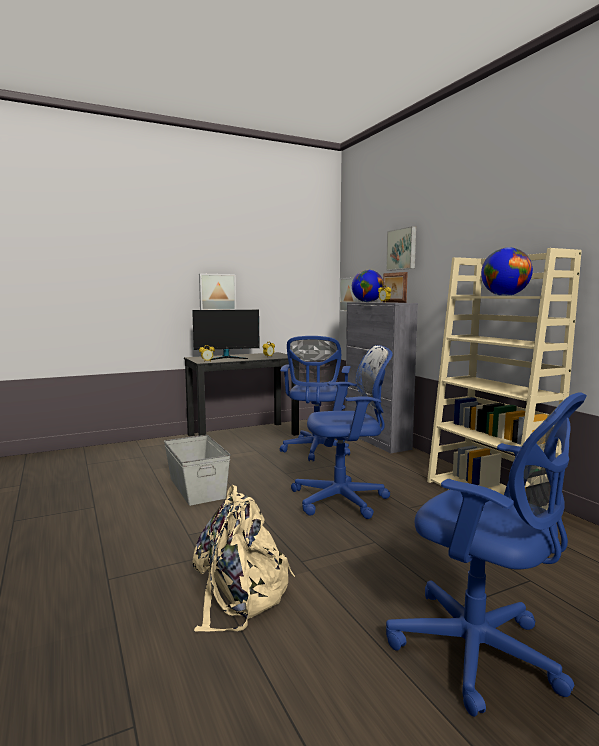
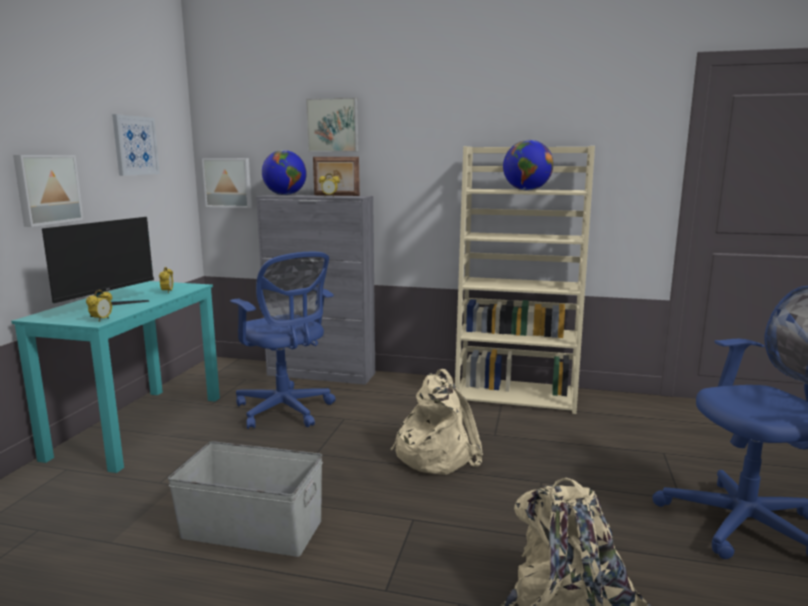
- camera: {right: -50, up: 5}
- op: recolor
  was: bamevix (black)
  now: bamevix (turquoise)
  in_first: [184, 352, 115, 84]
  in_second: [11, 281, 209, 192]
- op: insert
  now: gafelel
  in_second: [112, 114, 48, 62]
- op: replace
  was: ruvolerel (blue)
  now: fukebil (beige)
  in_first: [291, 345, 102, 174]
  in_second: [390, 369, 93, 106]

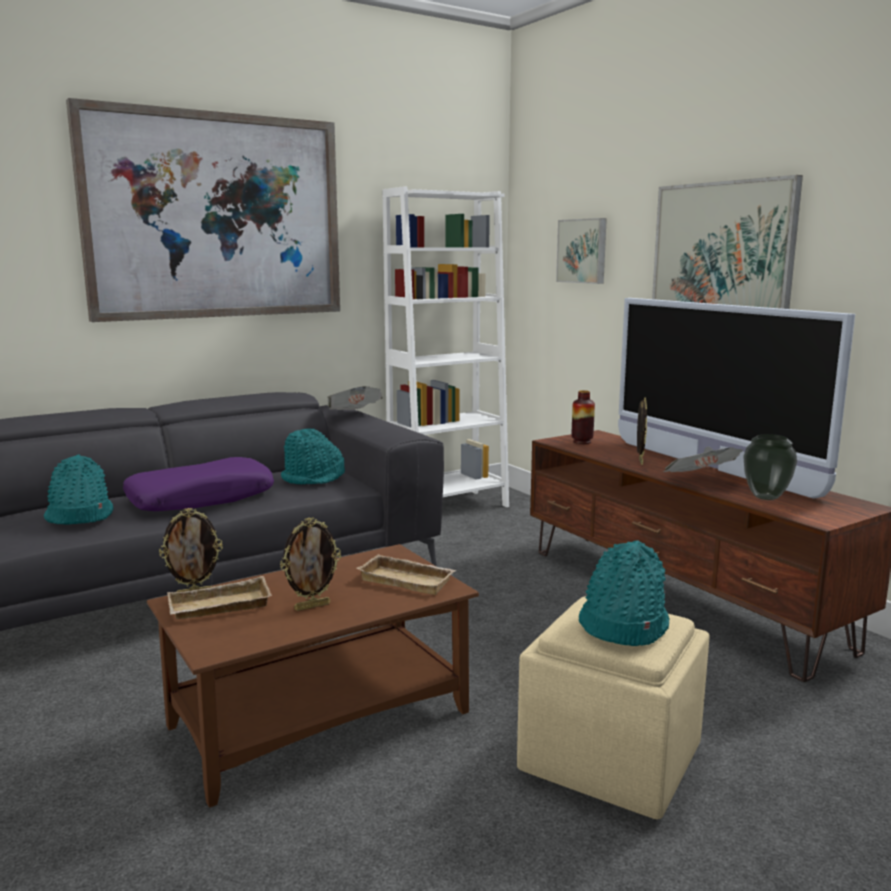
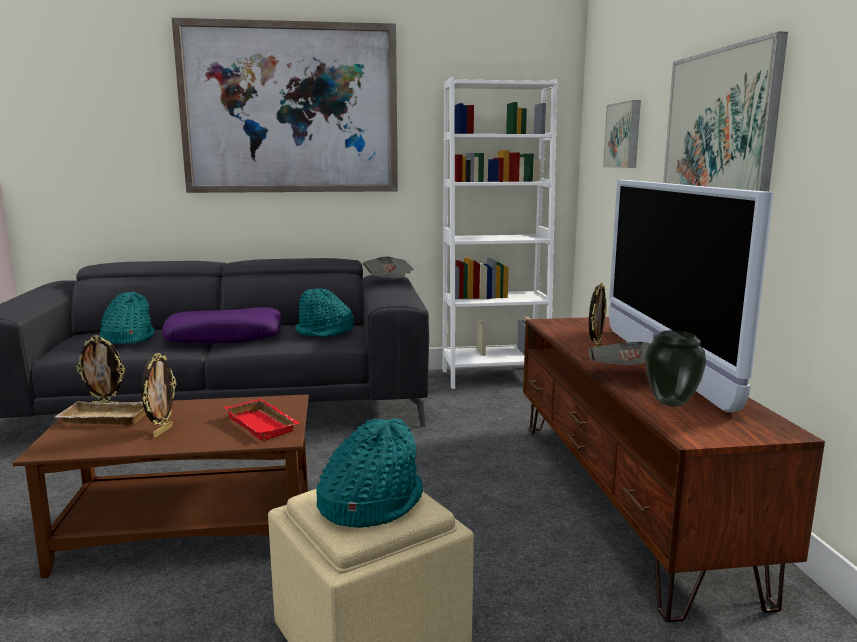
- camera: {right: 25, up: 0}
- op: rotate
  was: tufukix
  in_first: [280, 517, 61, 94]
  in_second: [141, 353, 35, 85]
  clockwise: -75
- op: recolor
  was: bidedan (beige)
  now: bidedan (red)
  in_first: [356, 554, 100, 41]
  in_second: [224, 399, 76, 42]
- op: delete
  was: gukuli
  in_first: [572, 390, 23, 54]

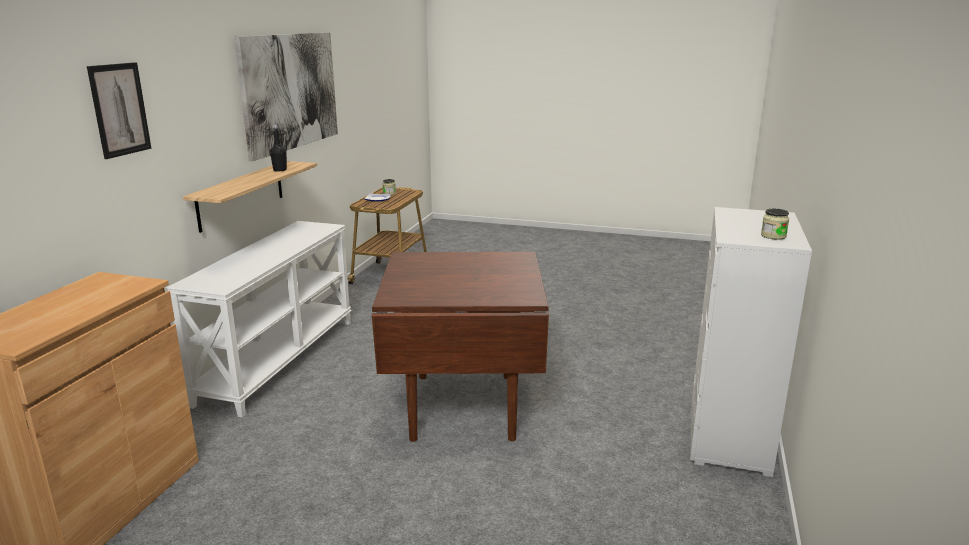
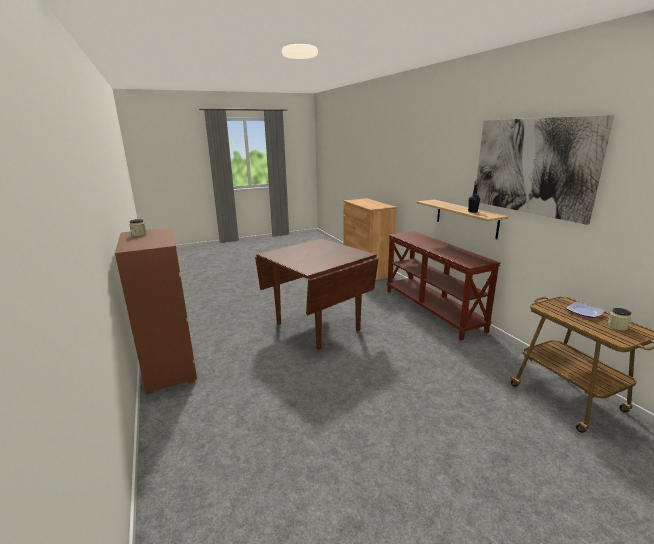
- camera: {right: 140, up: 0}
- op: recolor
  was: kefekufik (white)
  now: kefekufik (brown)
  in_first: [690, 207, 122, 270]
  in_second: [115, 227, 82, 167]
- op: recolor
  was: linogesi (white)
  now: linogesi (brown)
  in_first: [166, 221, 185, 197]
  in_second: [387, 231, 113, 110]
- op: delete
  was: gafelel
  in_first: [87, 62, 64, 97]

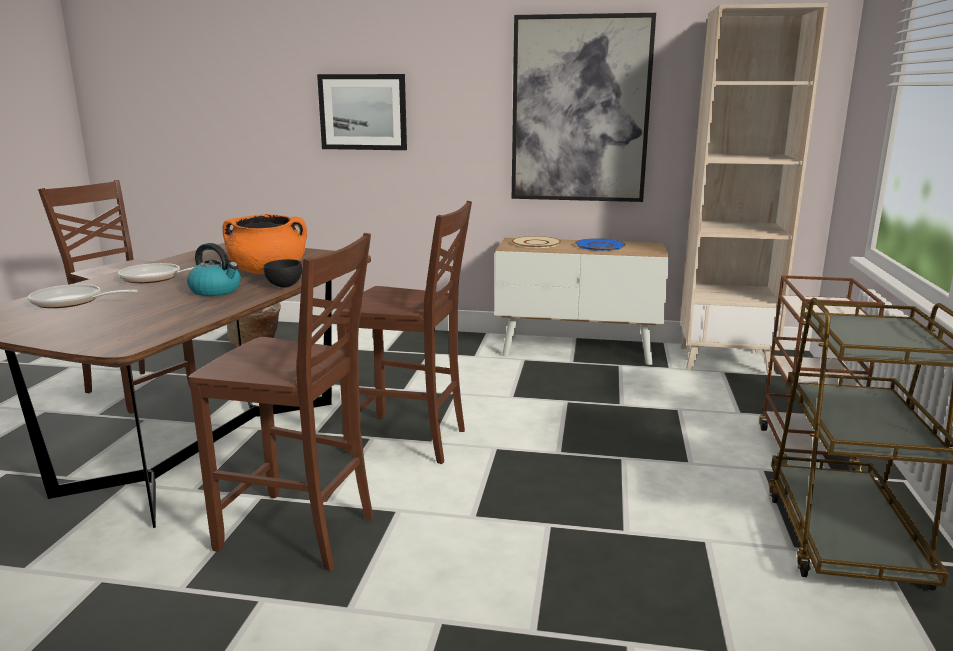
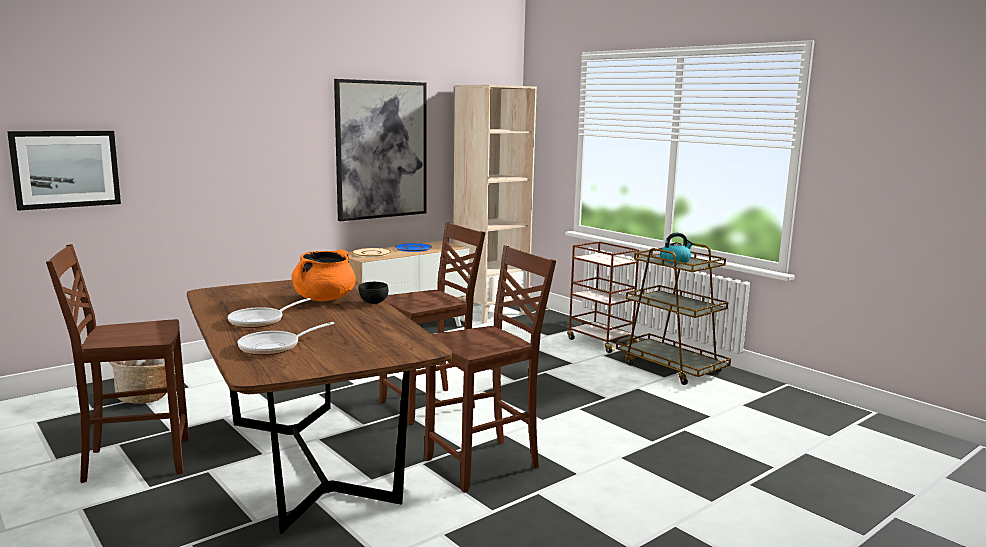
- camera: {right: -50, up: -5}
- op: move
  was: gafelel
  in_first: [317, 74, 90, 76]
  in_second: [7, 131, 114, 80]
- op: move
  was: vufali
  in_first: [187, 243, 54, 53]
  in_second: [660, 233, 33, 31]

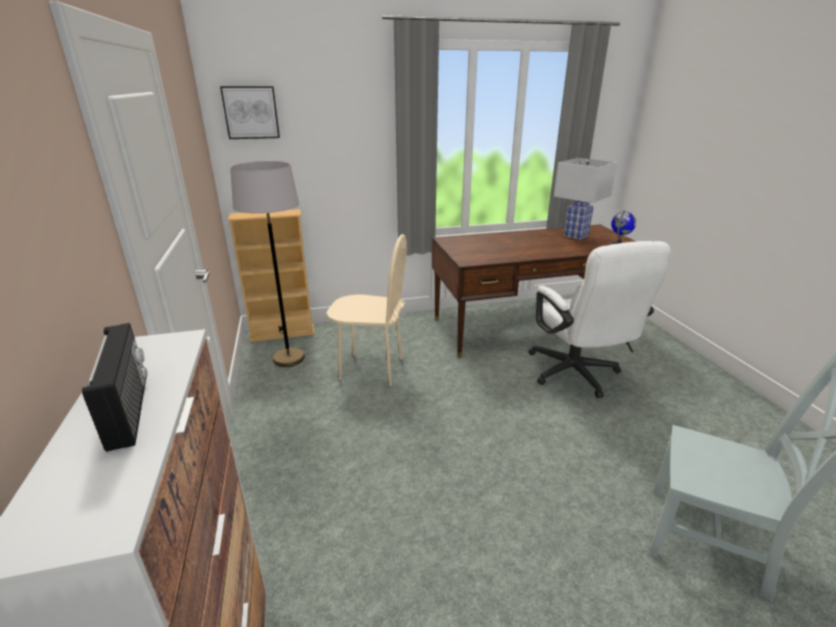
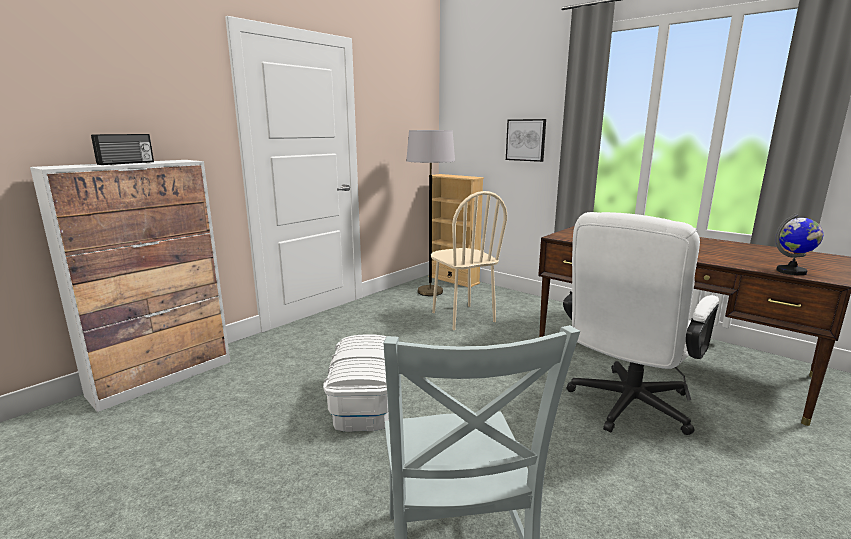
- camera: {right: 55, up: -10}
- op: insert
  now: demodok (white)
  in_second: [323, 334, 66, 98]
- op: move
  was: gafelel
  in_first: [220, 86, 60, 53]
  in_second: [506, 119, 40, 43]
- op: delete
  was: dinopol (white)
  in_first: [554, 158, 63, 82]

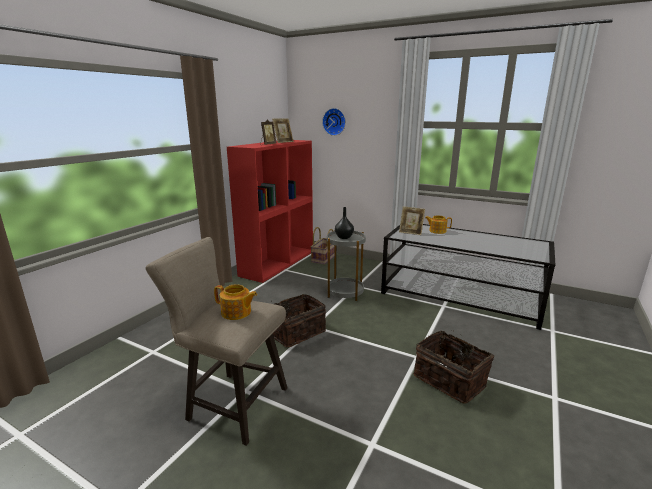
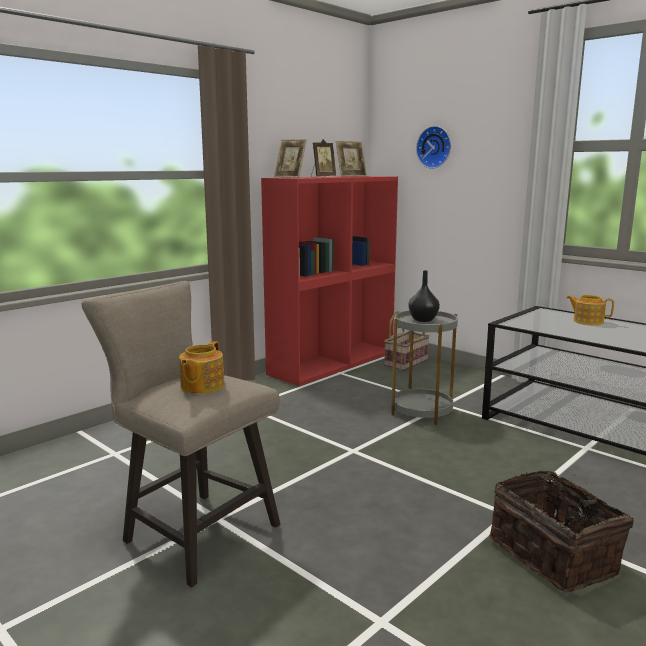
- camera: {right: 15, up: -5}
- op: rotate
  was: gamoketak
  in_first: [214, 284, 43, 36]
  in_second: [179, 341, 46, 53]
  clockwise: 75
- op: move
  was: tufukix
  in_first: [399, 206, 26, 29]
  in_second: [274, 139, 33, 39]
- op: delete
  was: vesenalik
  in_first: [271, 294, 55, 53]

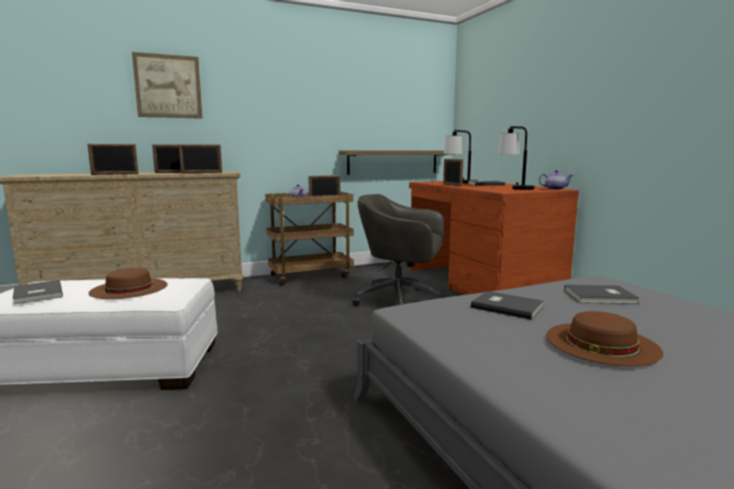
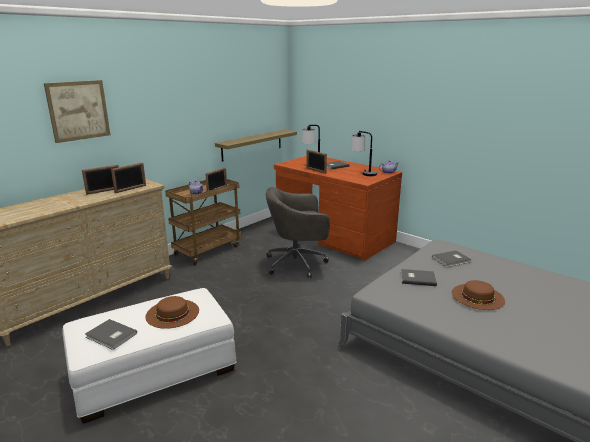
- camera: {right: -25, up: 10}
- op: delete
  was: tufukix
  in_first: [88, 144, 51, 31]

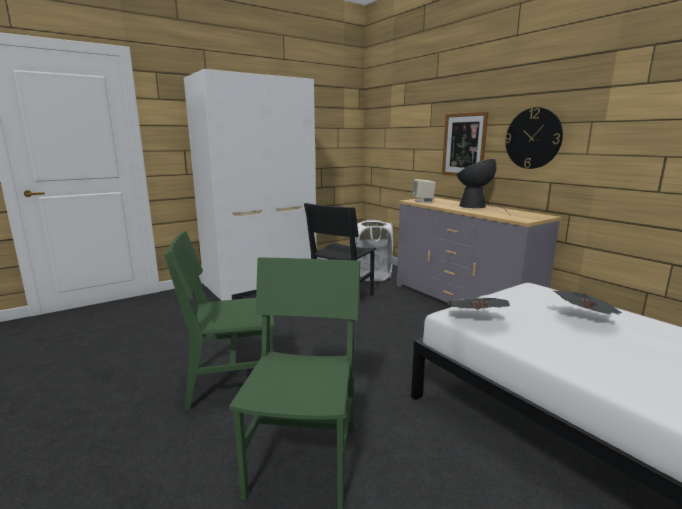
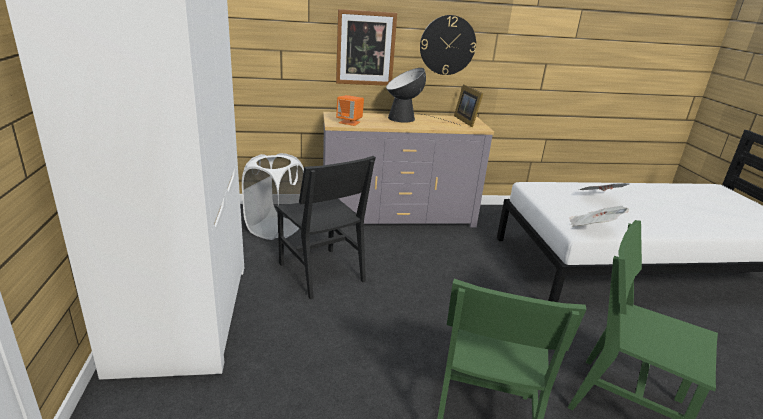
- camera: {right: -65, up: 10}
- op: recolor
  was: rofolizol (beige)
  now: rofolizol (orange)
  in_first: [412, 179, 24, 24]
  in_second: [336, 95, 28, 31]
- op: insert
  now: tufukix
  in_second: [454, 84, 29, 43]

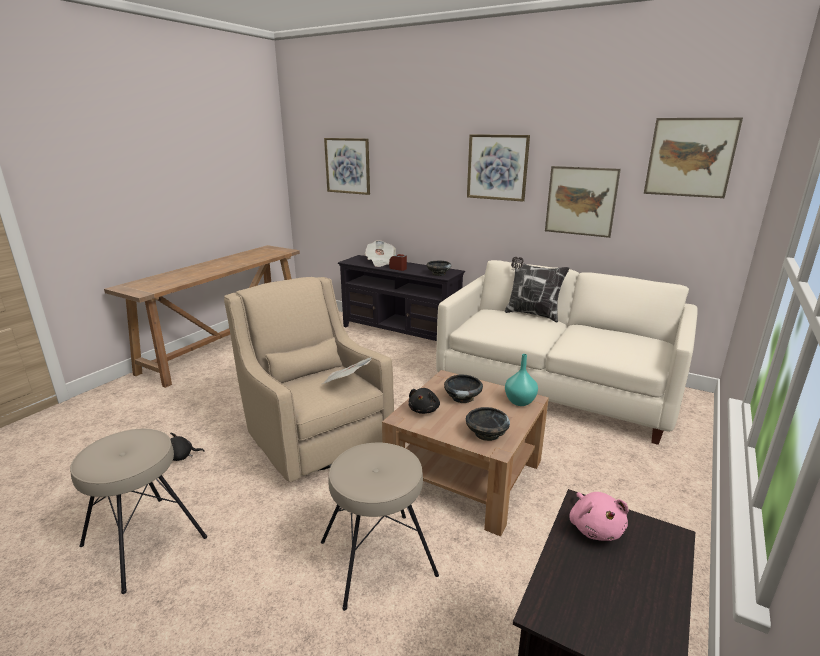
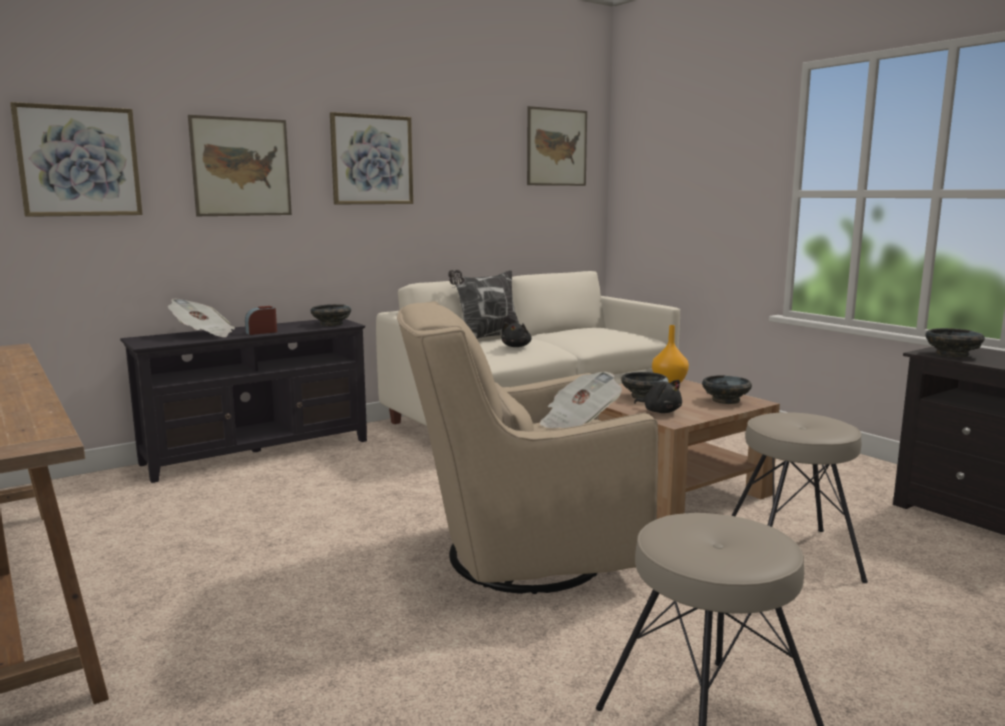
- camera: {right: -65, up: -10}
- op: move
  was: gafelel
  in_first: [545, 166, 76, 72]
  in_second: [188, 115, 104, 101]
- op: move
  was: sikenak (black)
  in_first: [170, 433, 35, 28]
  in_second: [501, 322, 31, 25]
- op: recolor
  was: gukuli (turquoise)
  now: gukuli (orange)
  in_first: [505, 354, 33, 52]
  in_second: [652, 325, 37, 58]
- op: replace
  was: sikenak (pink)
  now: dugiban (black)
  in_first: [569, 492, 60, 49]
  in_second: [925, 328, 60, 29]

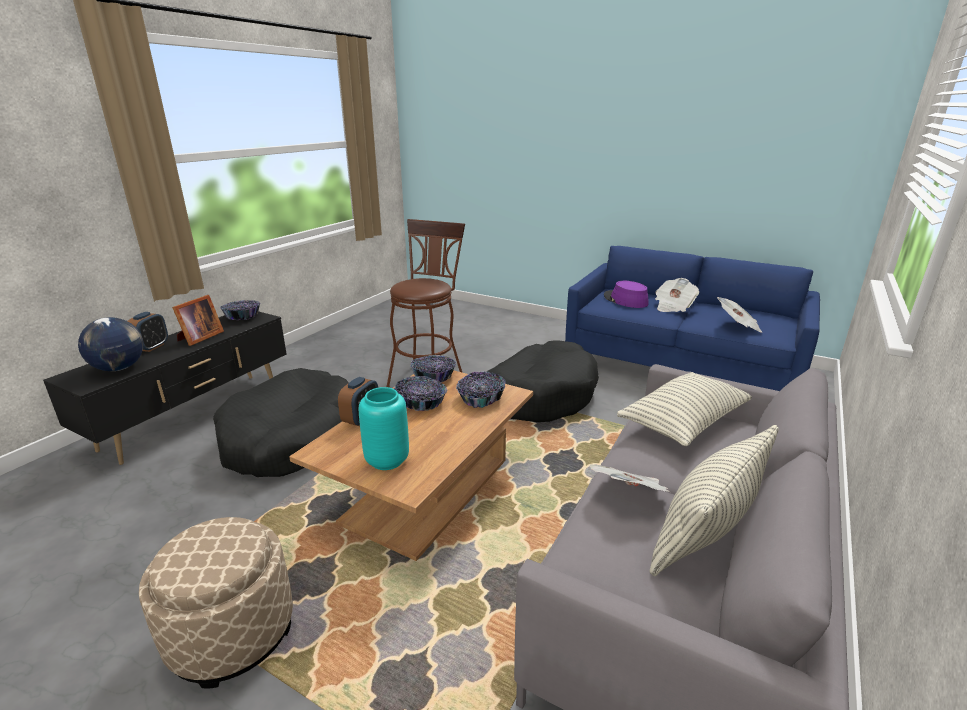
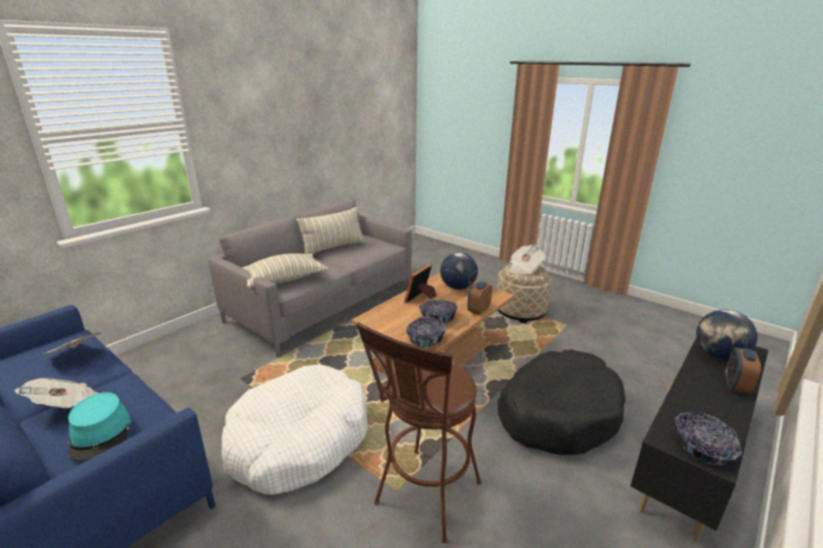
- camera: {right: -170, up: 0}
- op: recolor
  was: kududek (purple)
  now: kududek (turquoise)
  in_first: [604, 281, 45, 27]
  in_second: [68, 392, 63, 70]
- op: recolor
  was: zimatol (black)
  now: zimatol (white)
  in_first: [486, 340, 113, 82]
  in_second: [222, 364, 145, 131]
- op: move
  was: tufukix
  in_first: [172, 295, 52, 51]
  in_second: [404, 264, 33, 39]
- op: replace
  was: gukuli (turquoise)
  now: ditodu
  in_first: [359, 387, 50, 83]
  in_second: [440, 252, 38, 38]
- op: move
  was: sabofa
  in_first: [590, 464, 81, 29]
  in_second: [509, 245, 37, 29]
- op: delete
  was: dugiban
  in_first: [456, 371, 50, 37]

